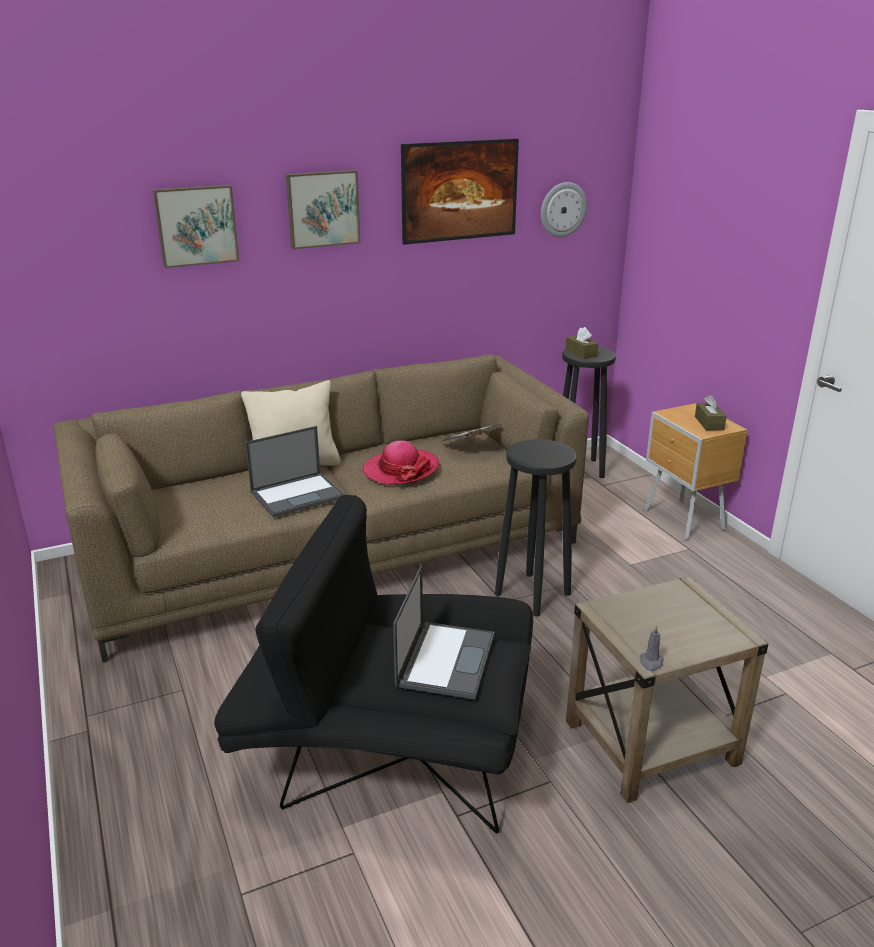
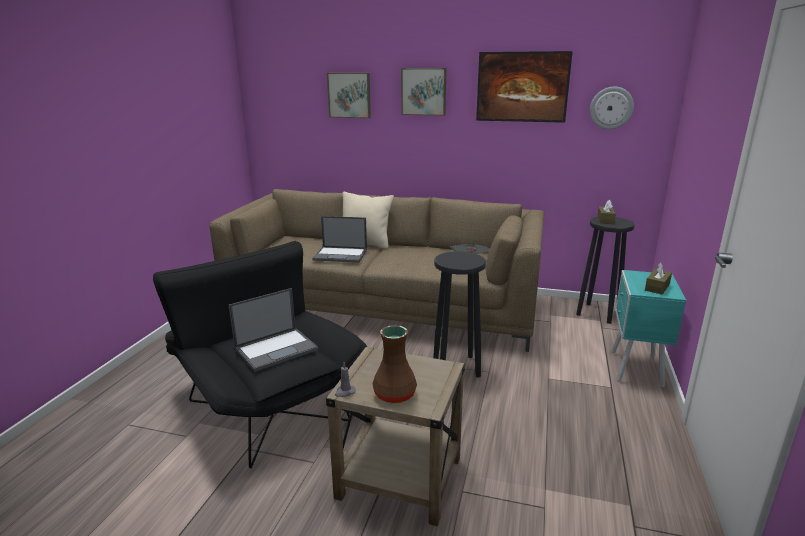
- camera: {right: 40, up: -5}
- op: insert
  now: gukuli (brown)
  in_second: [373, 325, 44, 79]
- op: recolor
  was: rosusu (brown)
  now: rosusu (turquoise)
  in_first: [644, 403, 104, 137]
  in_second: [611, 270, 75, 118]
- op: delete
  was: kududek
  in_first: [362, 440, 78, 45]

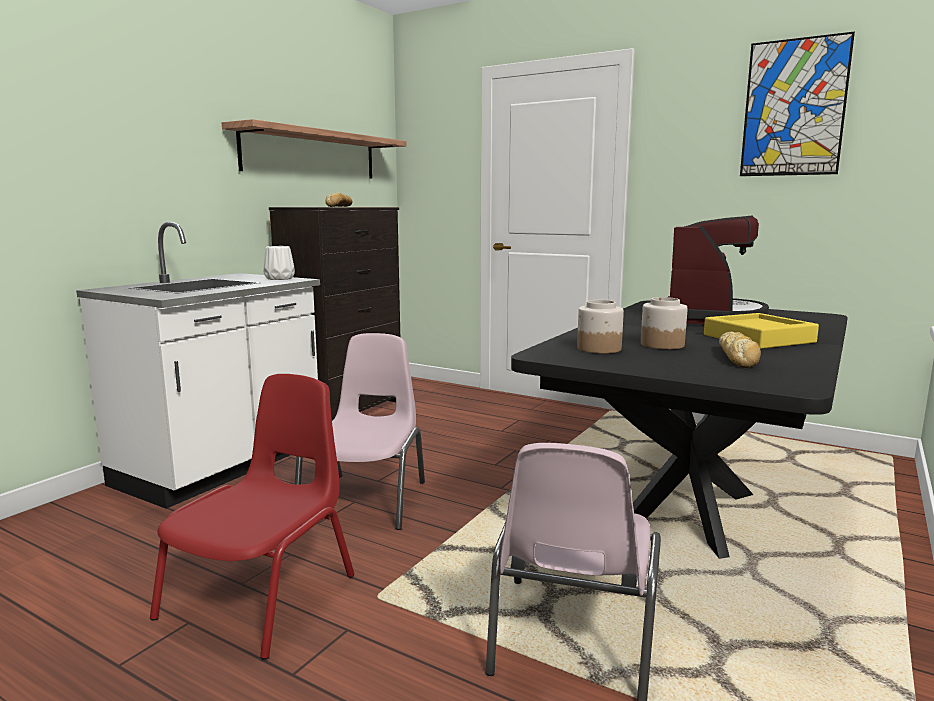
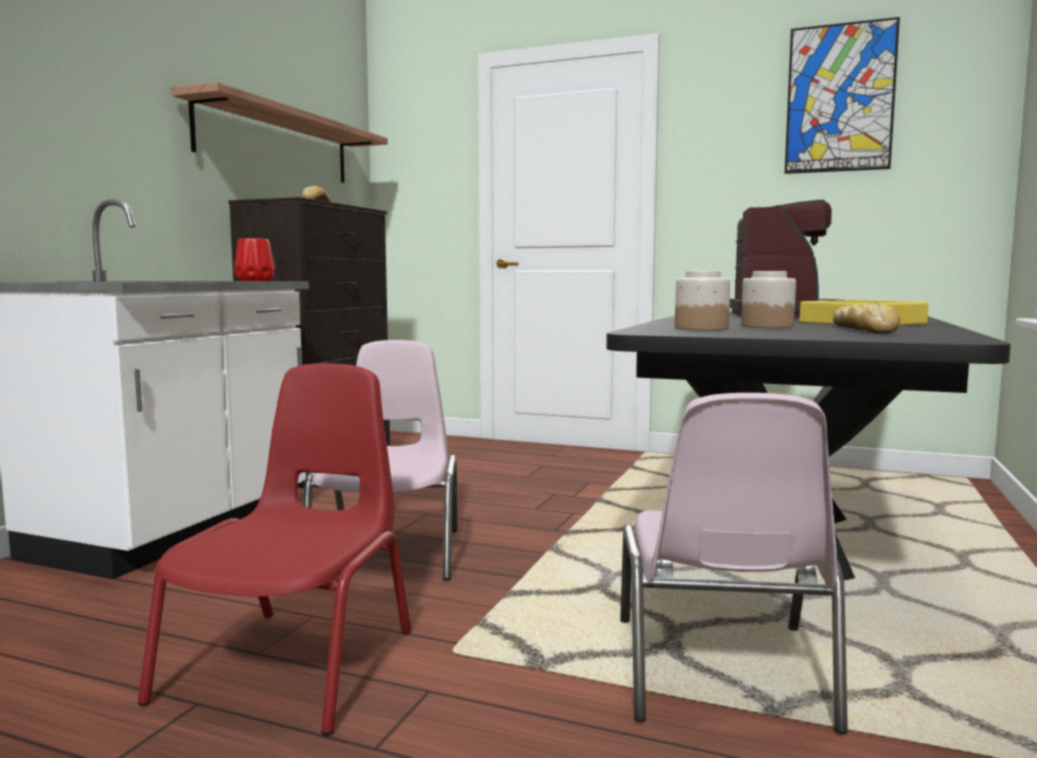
- camera: {right: -10, up: -5}
- op: recolor
  was: gukuli (white)
  now: gukuli (red)
  in_first: [264, 246, 31, 34]
  in_second: [235, 238, 40, 43]

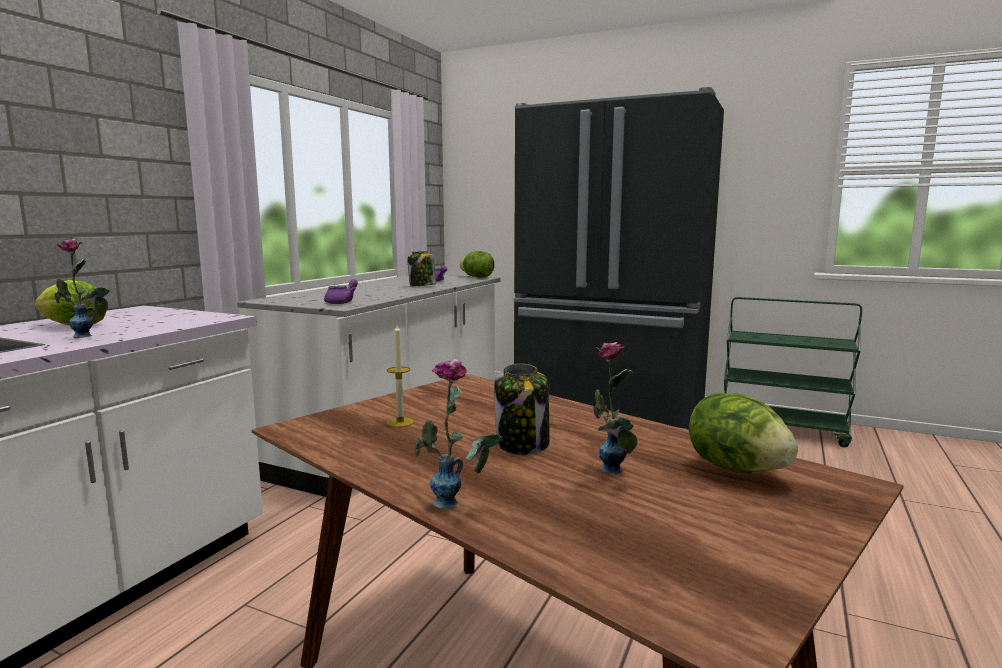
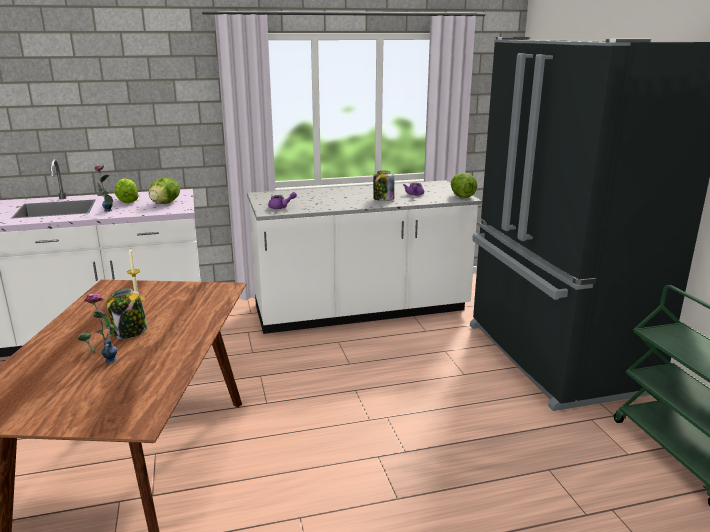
- camera: {right: 50, up: 10}
- op: move
  was: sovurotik
  in_first: [689, 393, 109, 80]
  in_second: [149, 177, 31, 27]
- op: delete
  was: gukuli
  in_first: [414, 359, 89, 151]

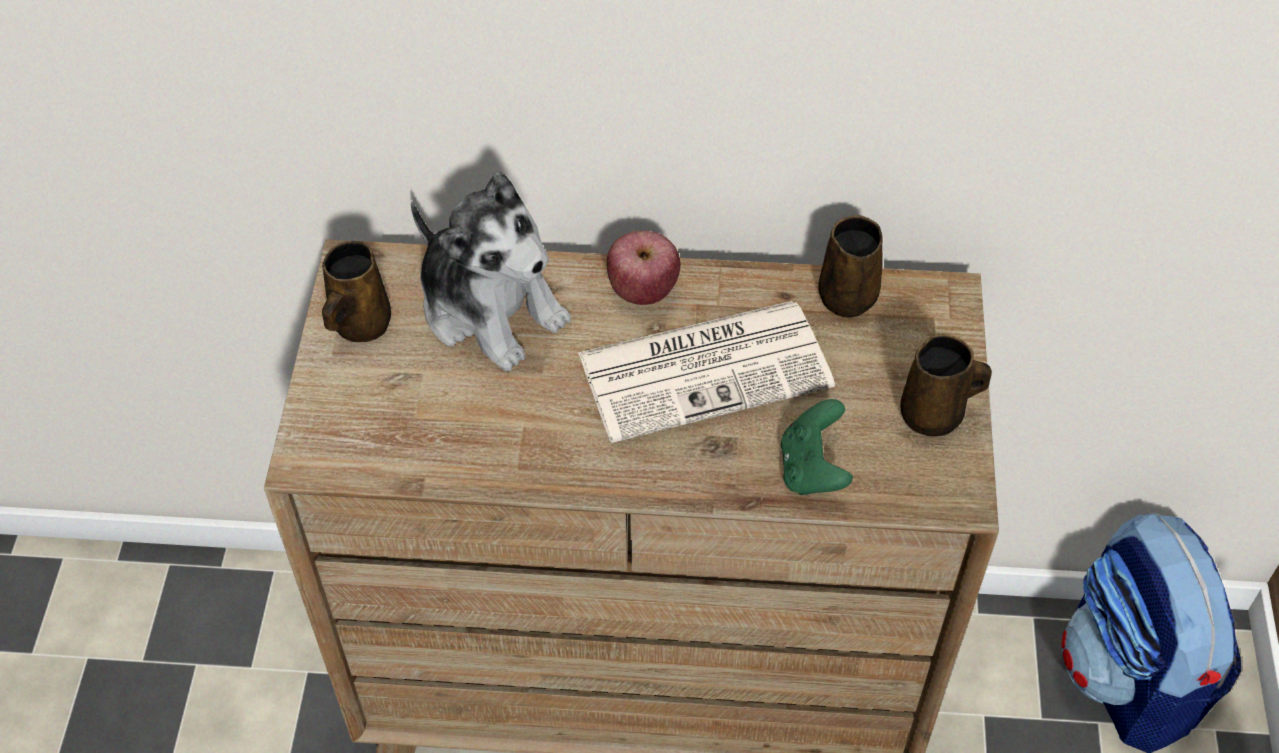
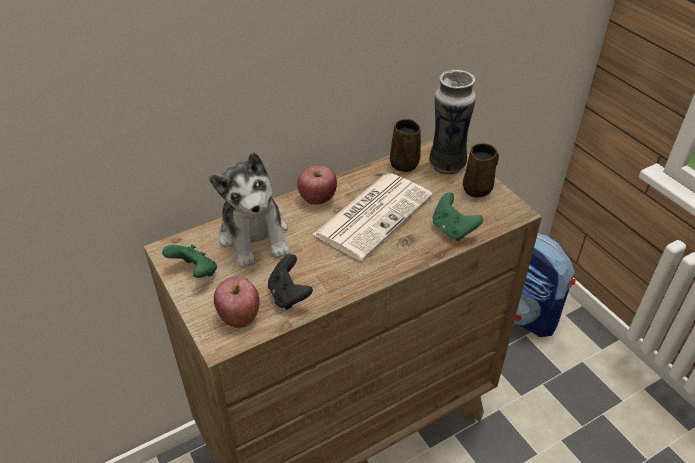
- camera: {right: -35, up: -10}
- op: replace
  was: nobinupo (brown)
  now: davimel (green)
  in_first: [322, 241, 69, 101]
  in_second: [162, 244, 55, 34]
- op: rotate
  was: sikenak
  in_first: [411, 172, 160, 199]
  in_second: [209, 152, 81, 116]
  clockwise: 60
- op: insert
  now: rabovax
  in_second: [214, 276, 46, 52]
- op: insert
  now: davimel (black)
  in_second: [268, 254, 45, 55]
- op: insert
  now: gukuli
  in_second: [429, 70, 47, 105]

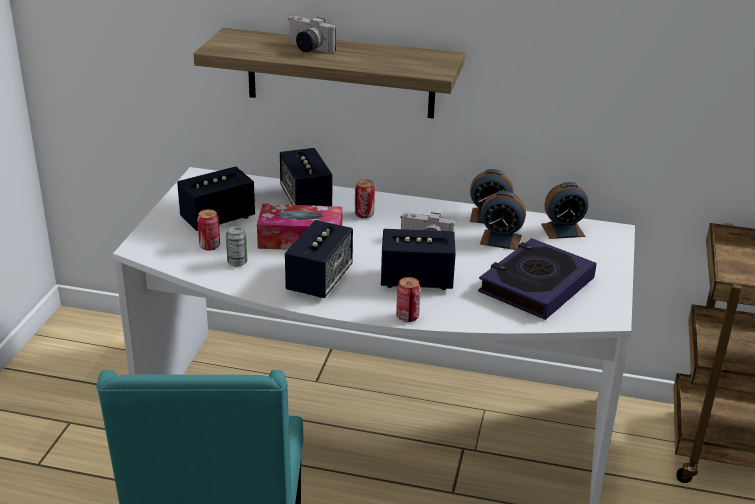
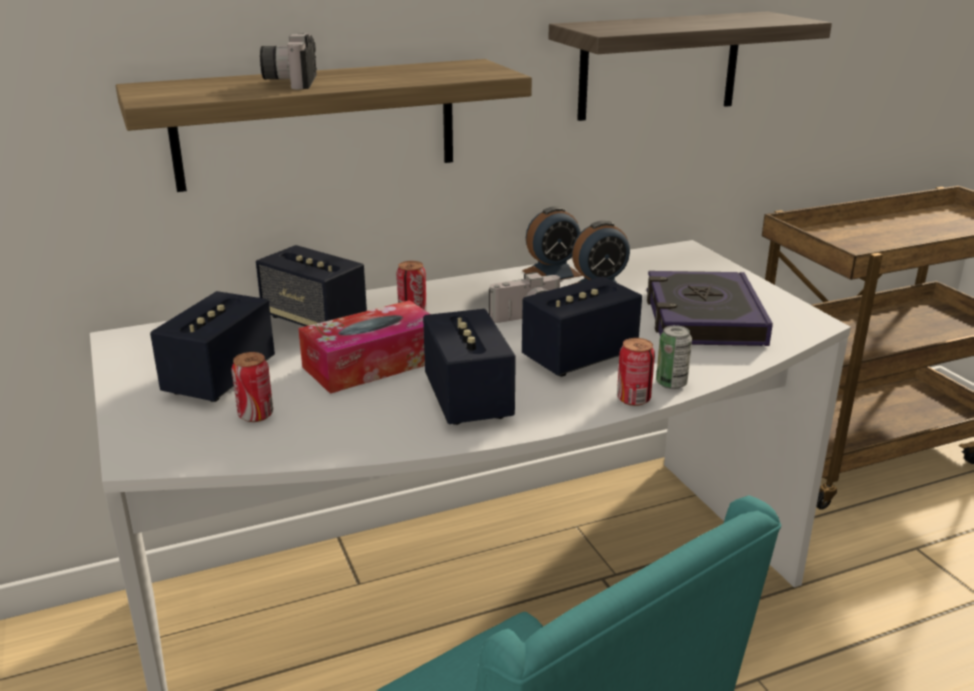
- camera: {right: -35, up: -5}
- op: rotate
  was: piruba
  in_first: [289, 16, 47, 37]
  in_second: [260, 33, 57, 56]
  clockwise: 90
- op: insert
  now: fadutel
  in_second: [548, 12, 284, 109]
- op: move
  was: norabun
  in_first: [226, 226, 21, 41]
  in_second: [656, 325, 36, 64]
- op: delete
  was: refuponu
  in_first: [541, 182, 48, 57]

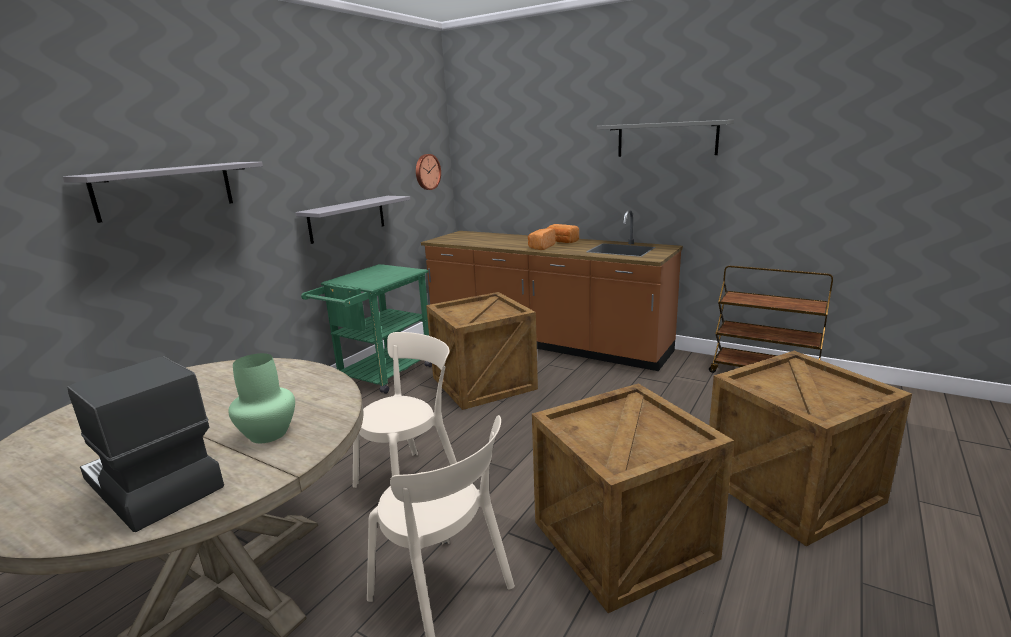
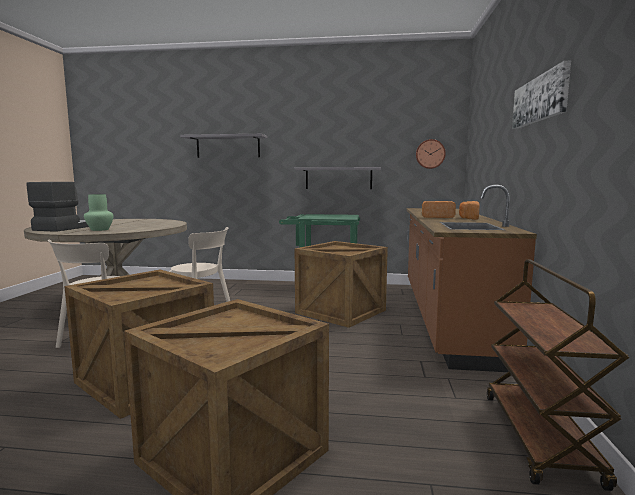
- camera: {right: 65, up: -10}
- op: replace
  was: fadutel (grey)
  now: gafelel
  in_first: [597, 120, 137, 37]
  in_second: [512, 60, 59, 69]

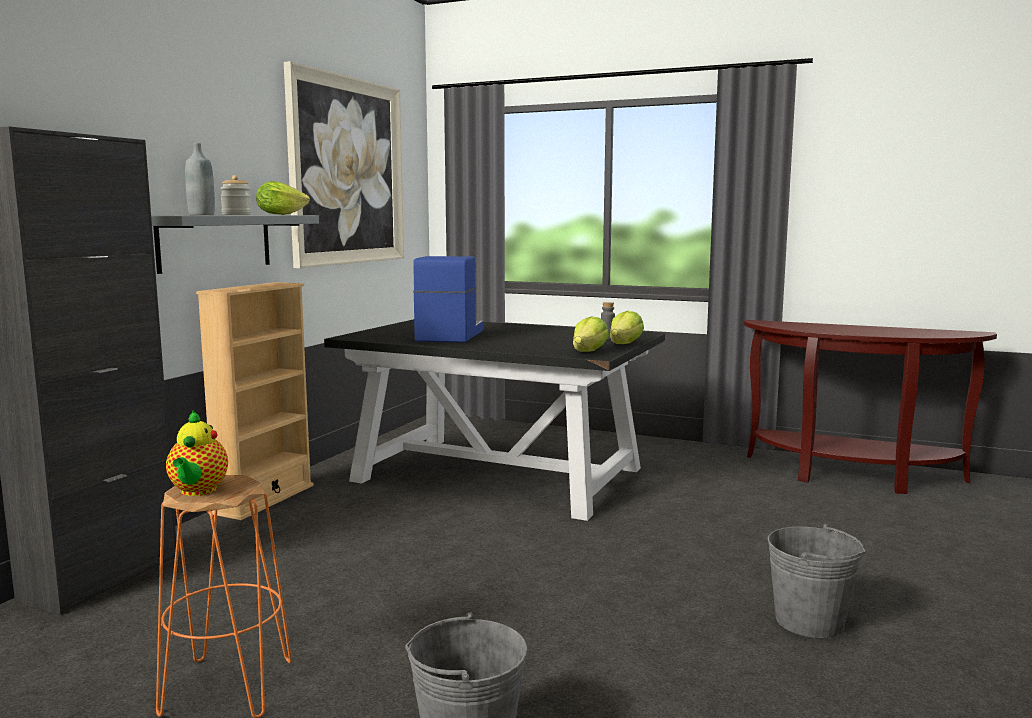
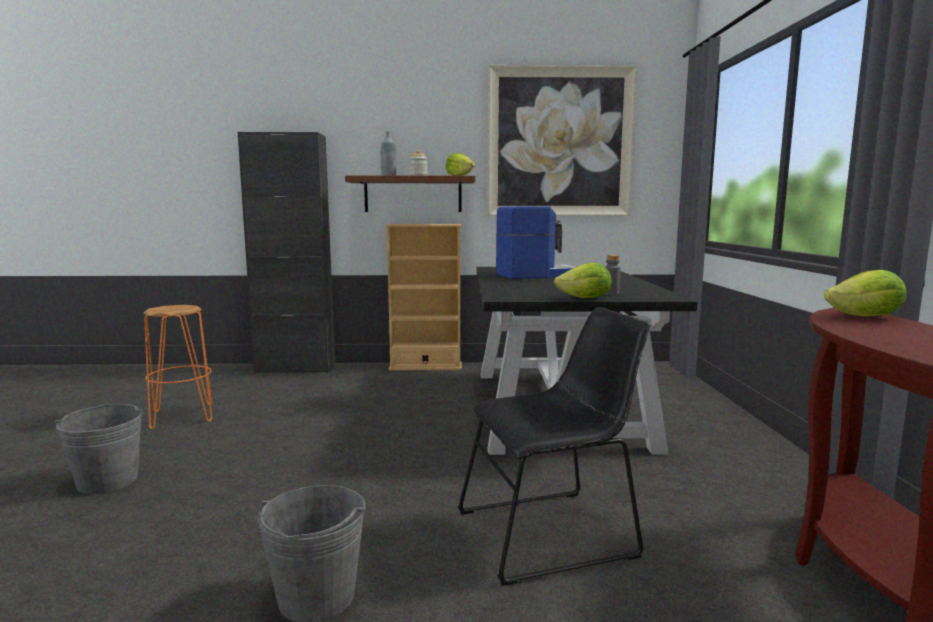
- camera: {right: 65, up: 0}
- op: recolor
  was: fadutel (grey)
  now: fadutel (brown)
  in_first: [151, 215, 168, 59]
  in_second: [345, 175, 130, 37]
- op: insert
  now: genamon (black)
  in_second: [458, 307, 192, 279]
- op: move
  was: sovurotik
  in_first: [573, 316, 36, 36]
  in_second: [824, 270, 83, 46]
- op: delete
  was: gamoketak
  in_first: [166, 410, 62, 86]

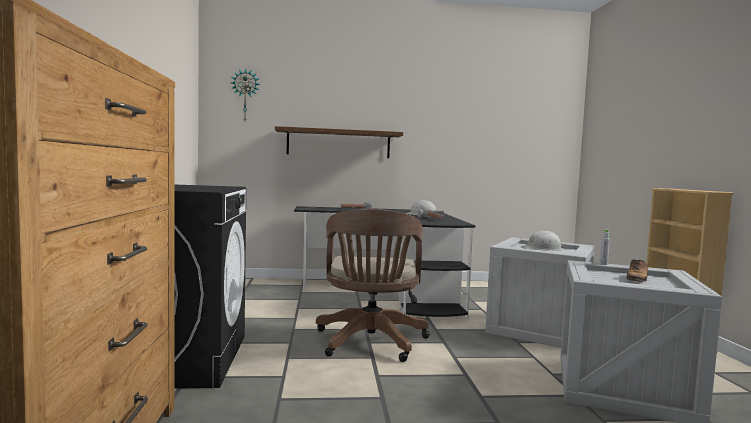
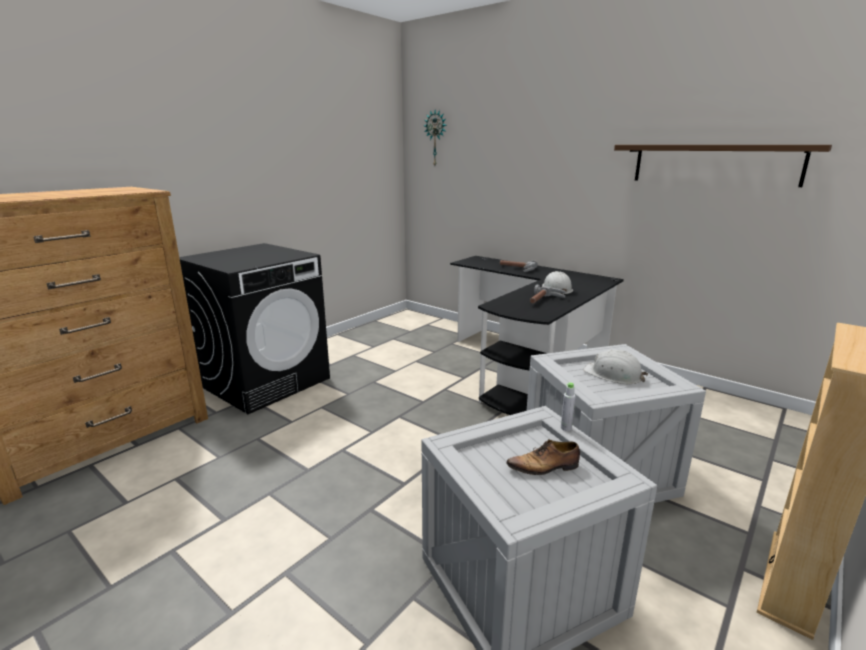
- camera: {right: 45, up: 15}
- op: move
  was: fadutel (brown)
  in_first: [275, 126, 128, 32]
  in_second: [614, 145, 218, 42]
- op: delete
  was: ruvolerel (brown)
  in_first: [316, 209, 114, 153]

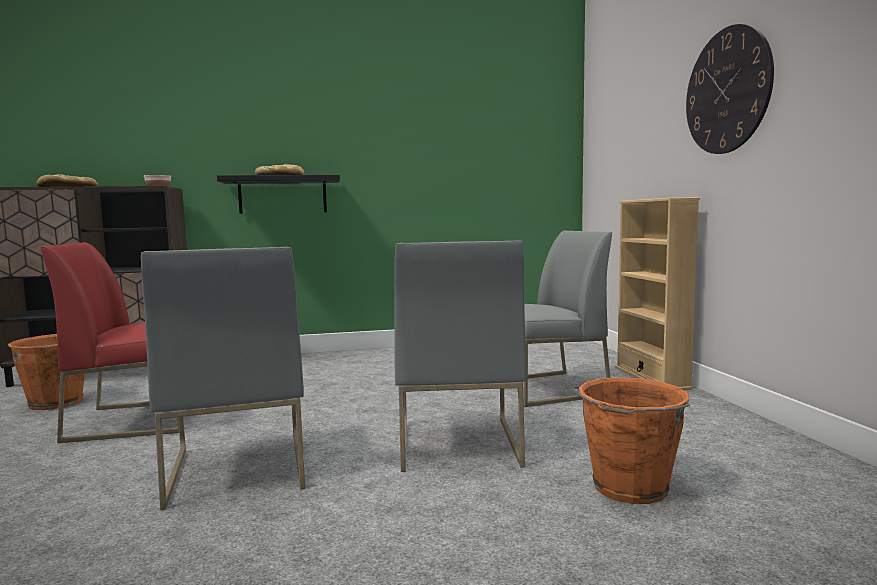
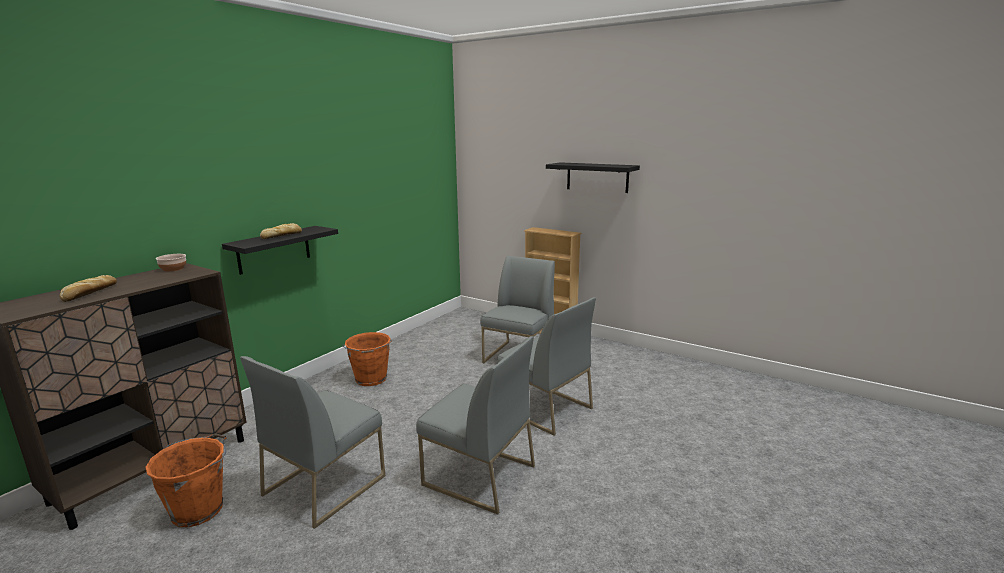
- camera: {right: -45, up: 10}
- op: recolor
  was: genamon (red)
  now: genamon (grey)
  in_first: [40, 242, 139, 201]
  in_second: [240, 356, 145, 173]
- op: move
  was: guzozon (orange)
  in_first: [572, 377, 118, 127]
  in_second: [342, 332, 50, 54]
- op: replace
  was: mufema
  now: fadutel (black)
  in_first: [686, 24, 88, 130]
  in_second: [546, 162, 94, 31]

